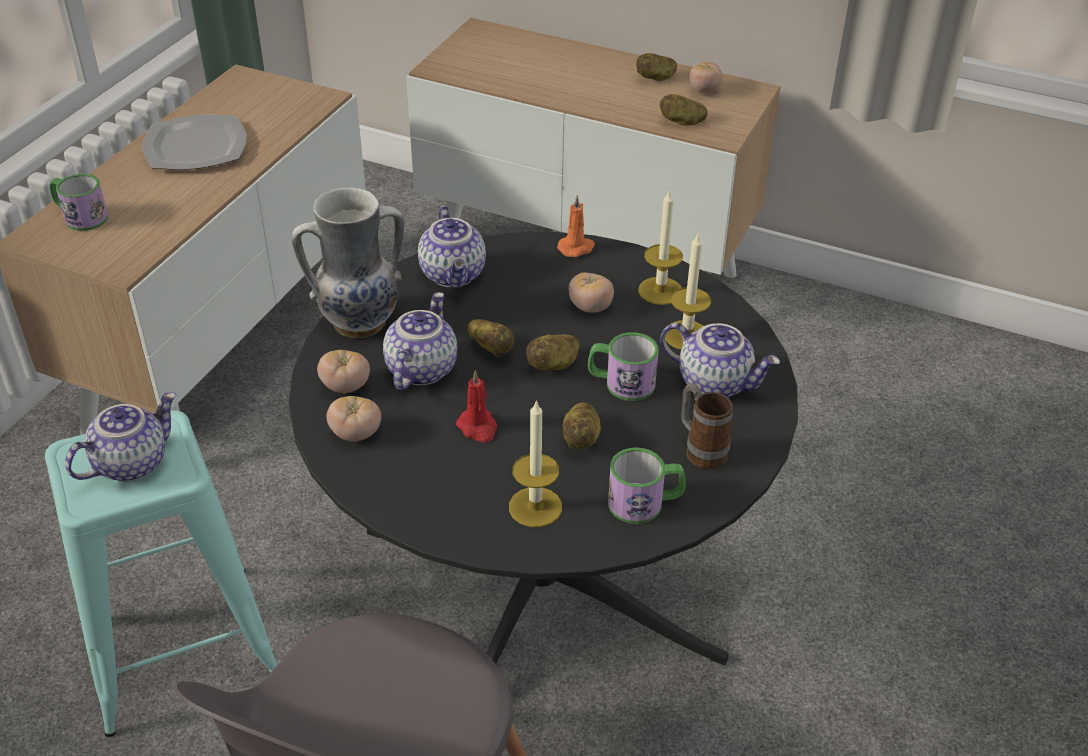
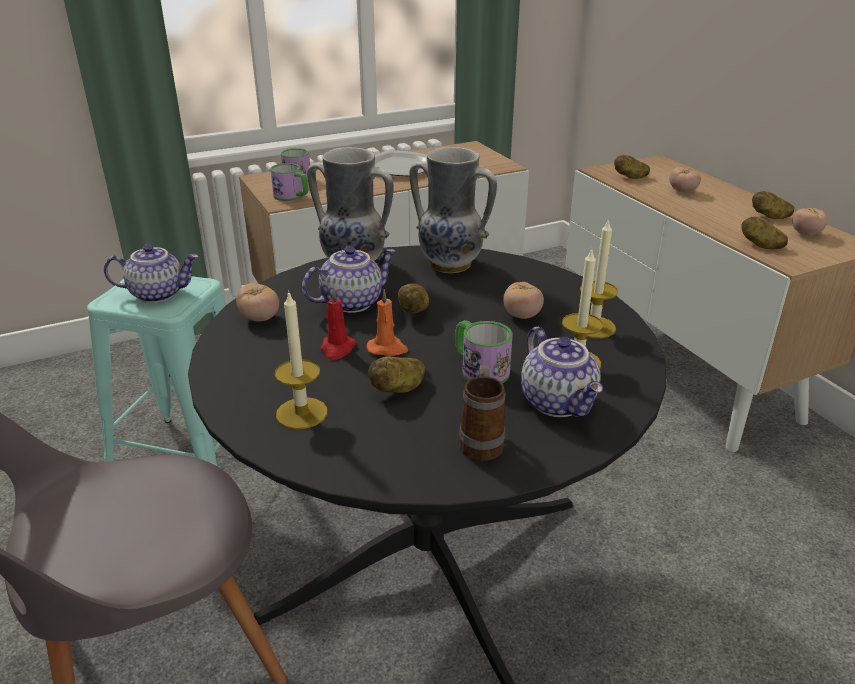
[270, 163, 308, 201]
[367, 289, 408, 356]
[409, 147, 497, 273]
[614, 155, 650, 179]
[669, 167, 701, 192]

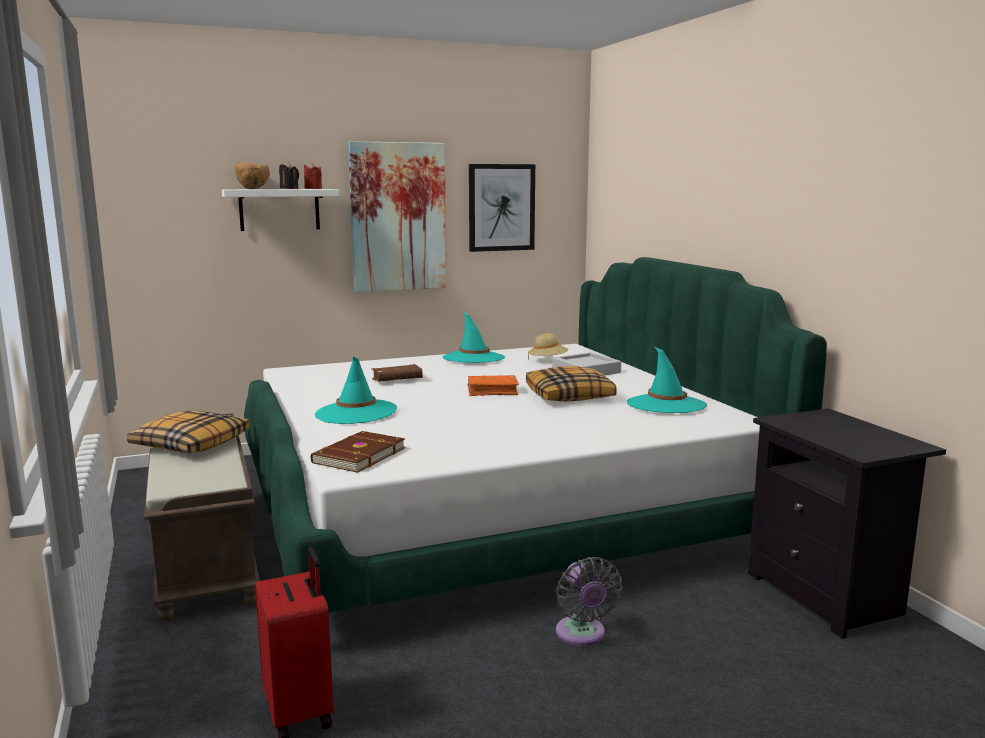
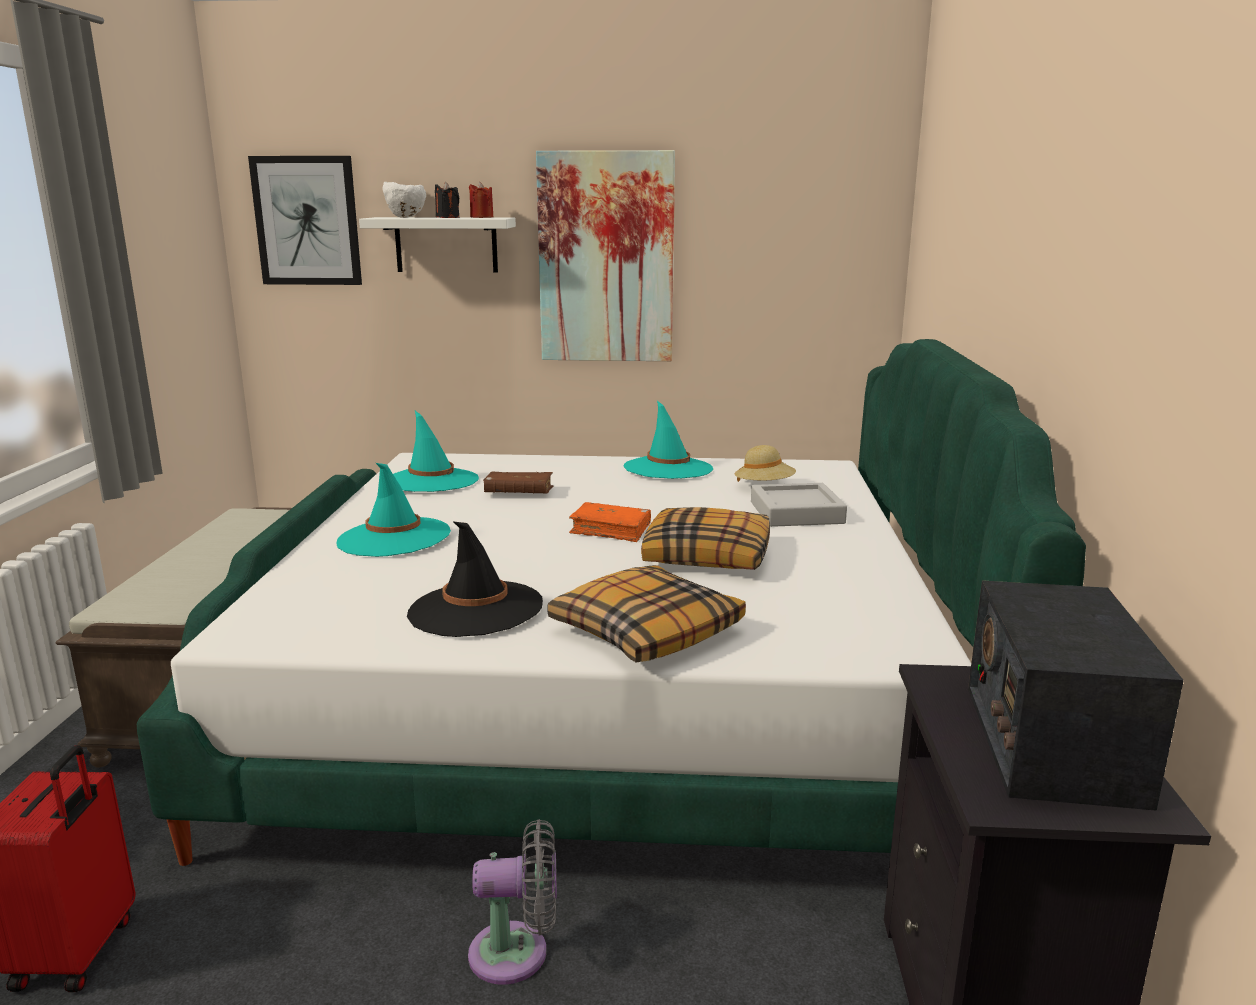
[248, 156, 362, 285]
[382, 182, 426, 217]
[393, 411, 479, 492]
[407, 521, 543, 637]
[468, 819, 557, 985]
[547, 565, 746, 662]
[968, 580, 1184, 811]
[311, 431, 405, 473] (first image)

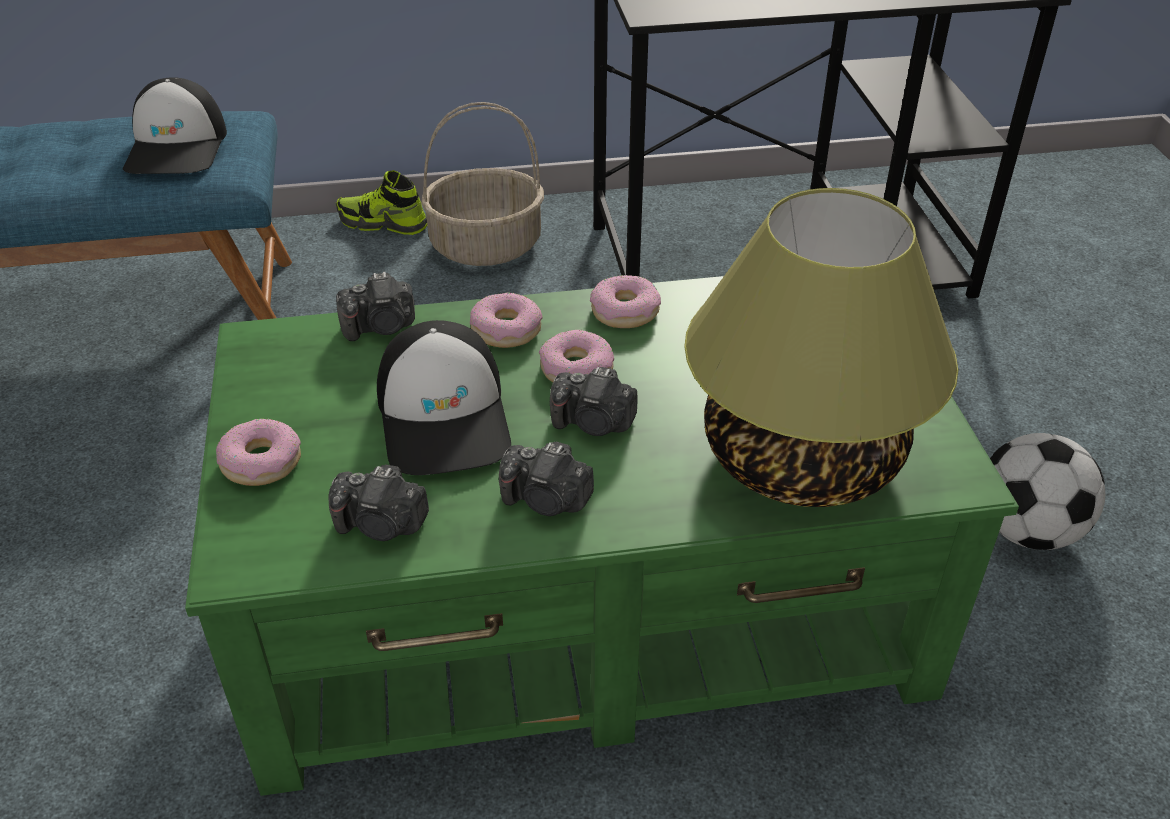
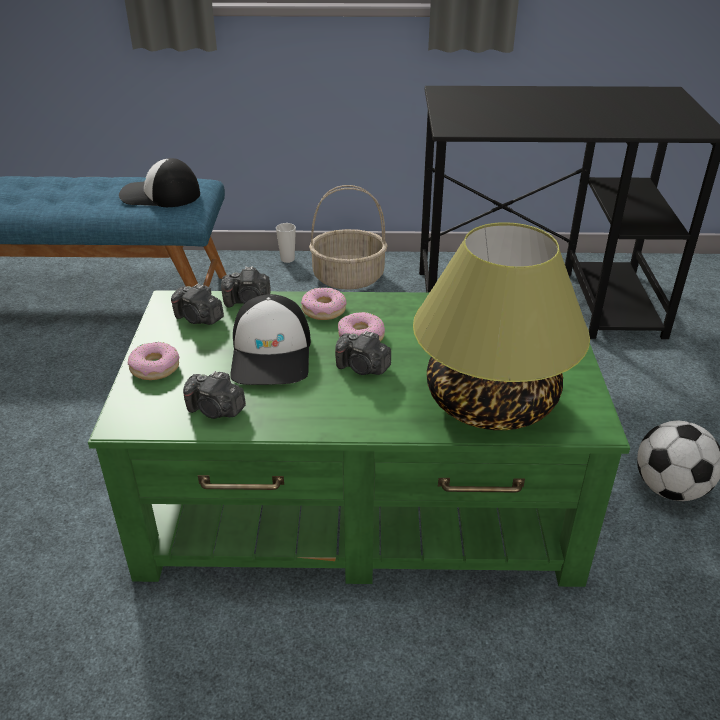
[119, 158, 200, 207]
[171, 283, 224, 325]
[276, 223, 296, 263]
[590, 275, 661, 328] (first image)

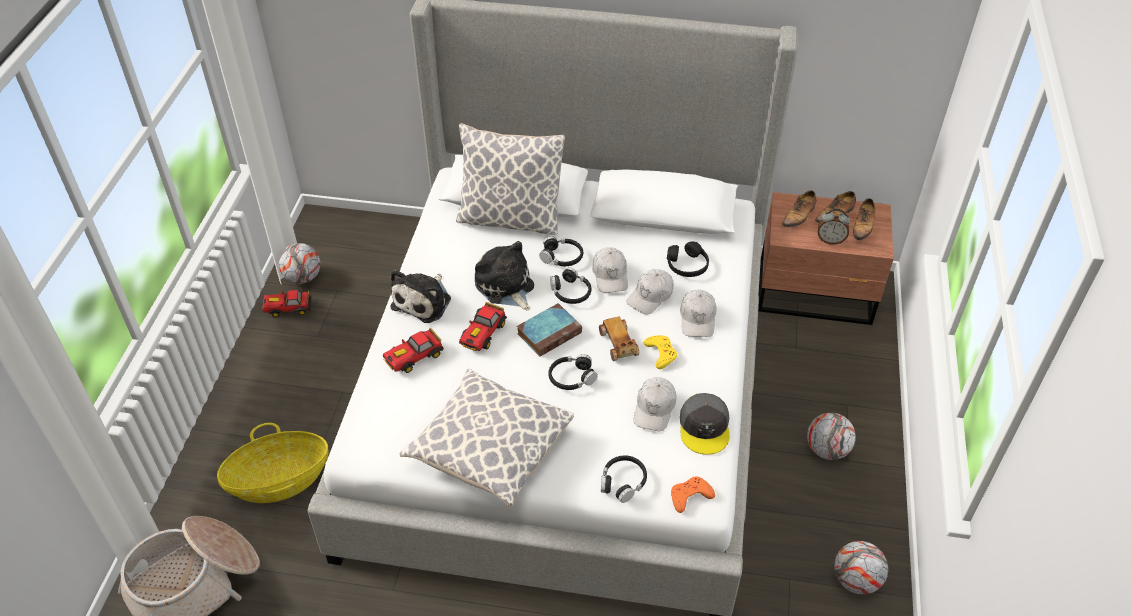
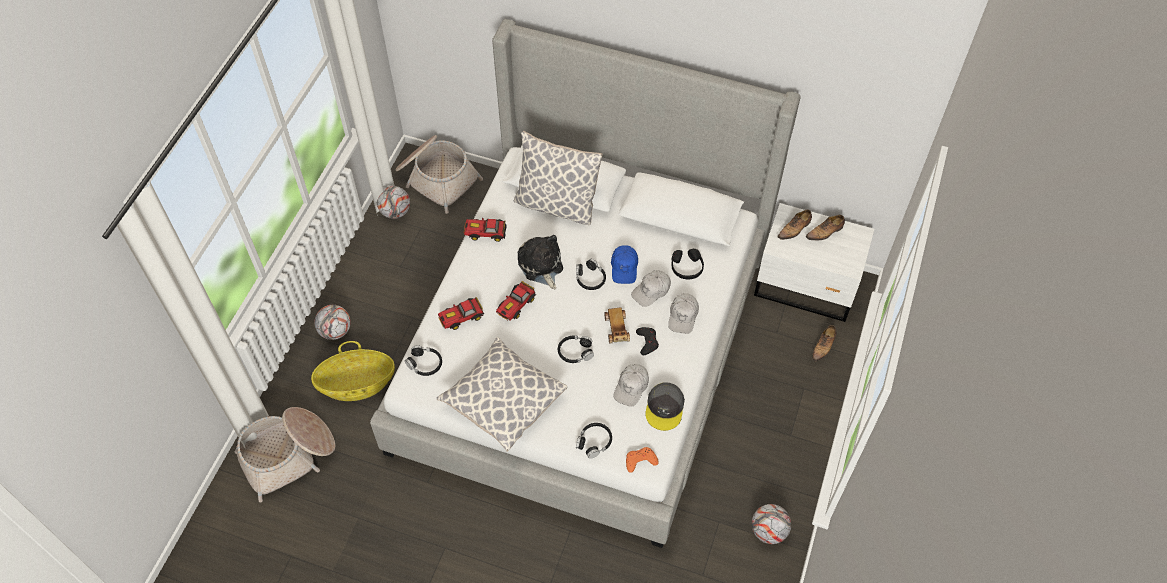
[314, 305, 351, 340]
[396, 135, 483, 214]
[405, 345, 442, 376]
[464, 218, 507, 242]
[611, 245, 638, 284]
[636, 327, 659, 355]
[754, 203, 875, 322]
[812, 325, 836, 362]
[391, 270, 451, 323] (first image)
[517, 303, 582, 357] (first image)
[818, 209, 850, 244] (first image)

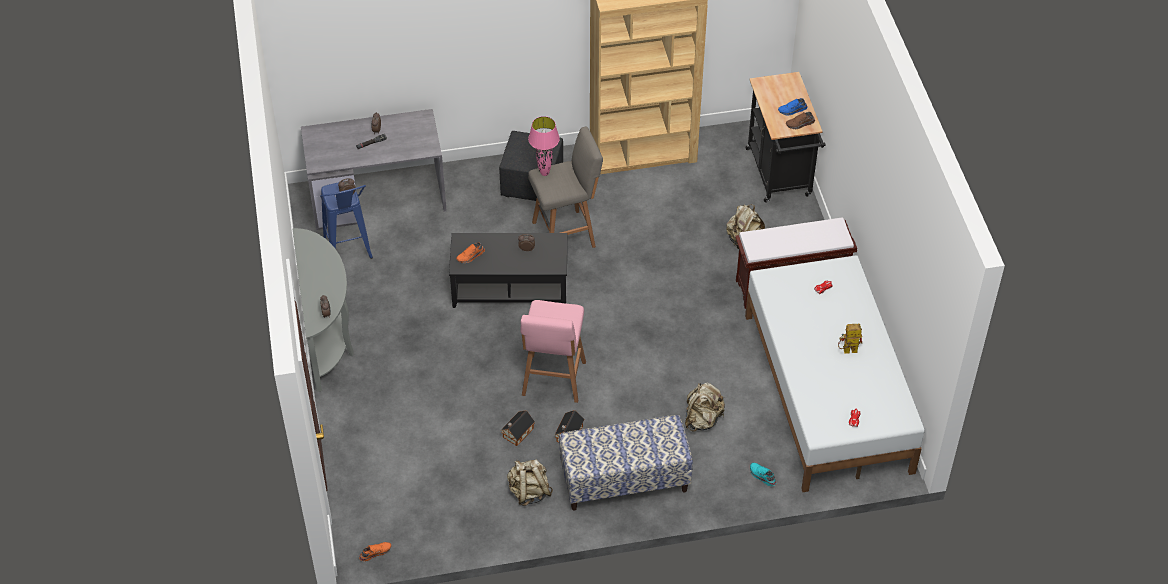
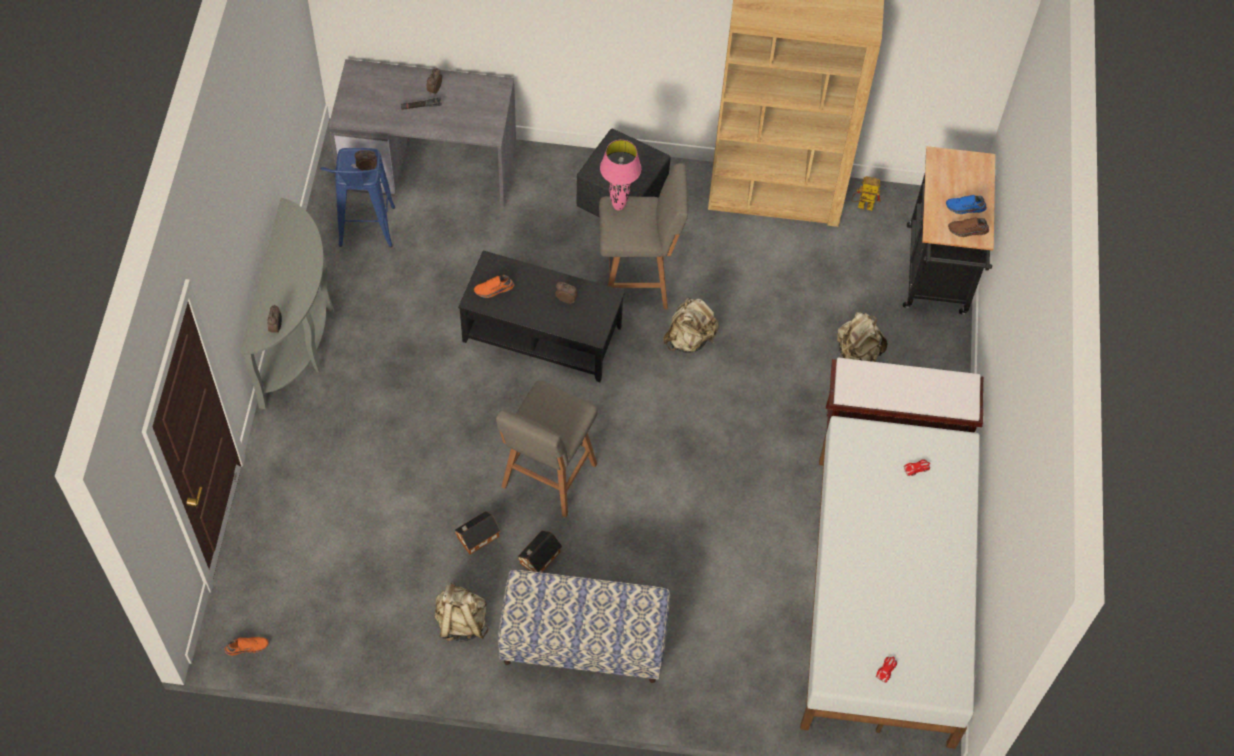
[496, 381, 598, 518]
[663, 297, 719, 353]
[851, 176, 881, 211]
[750, 463, 776, 486] (first image)

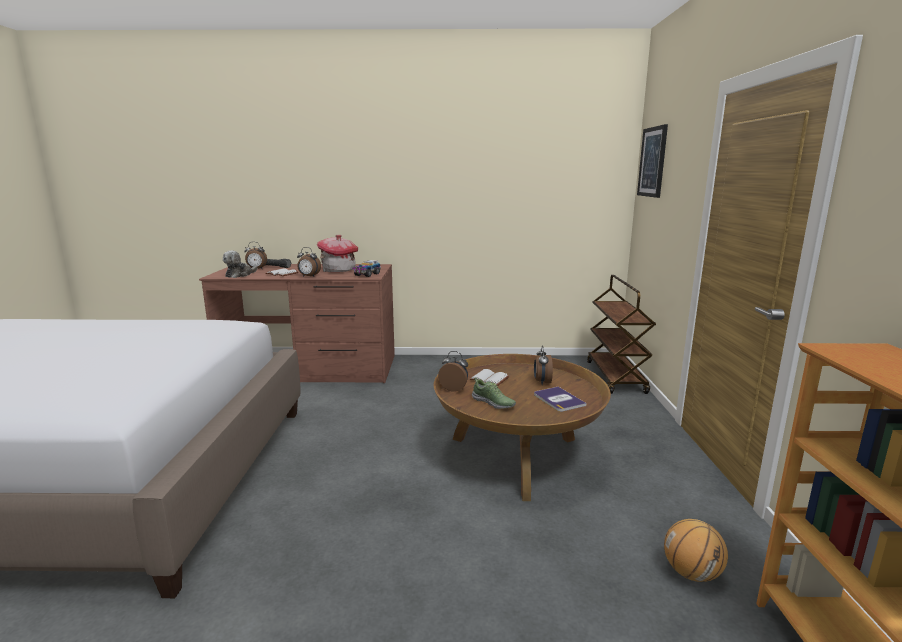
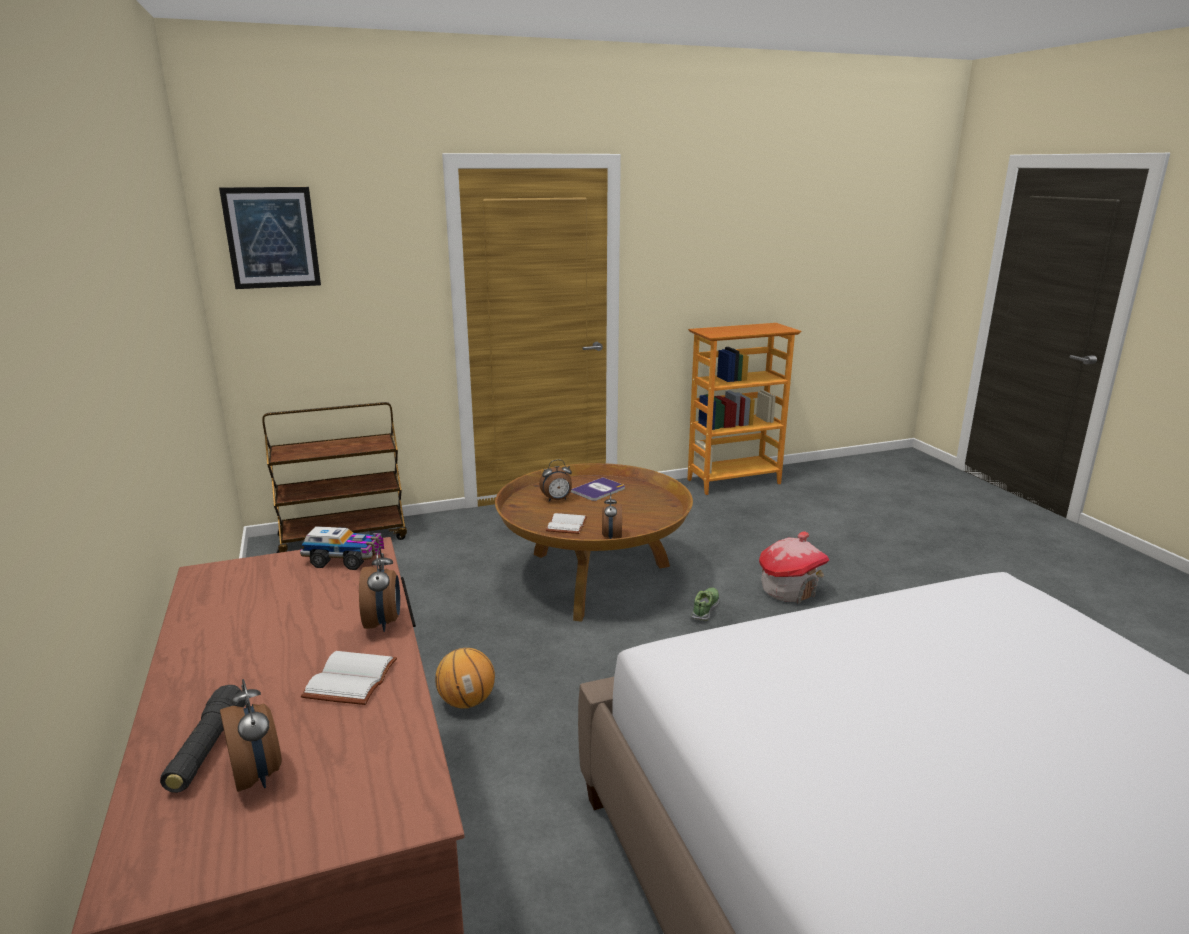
[435, 648, 495, 709]
[691, 587, 719, 621]
[759, 531, 829, 604]
[223, 250, 258, 278] (first image)

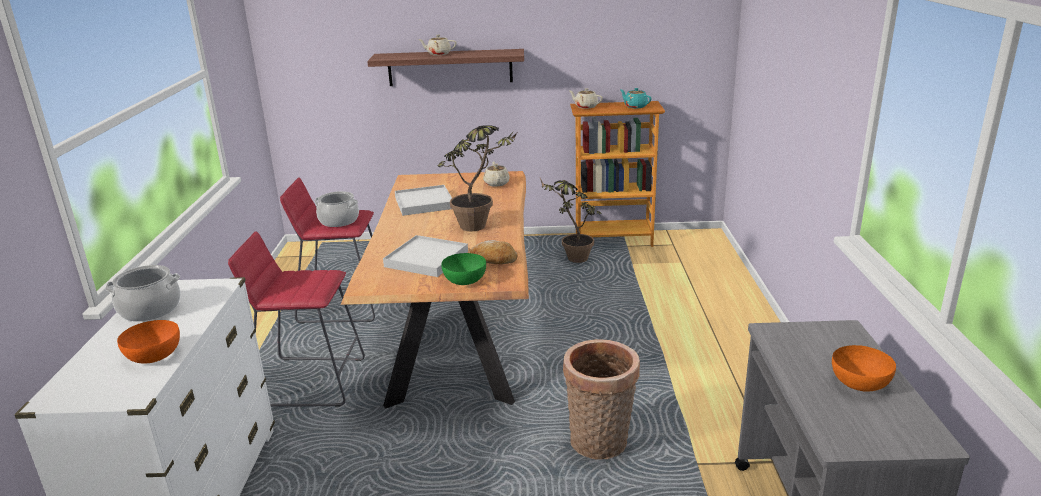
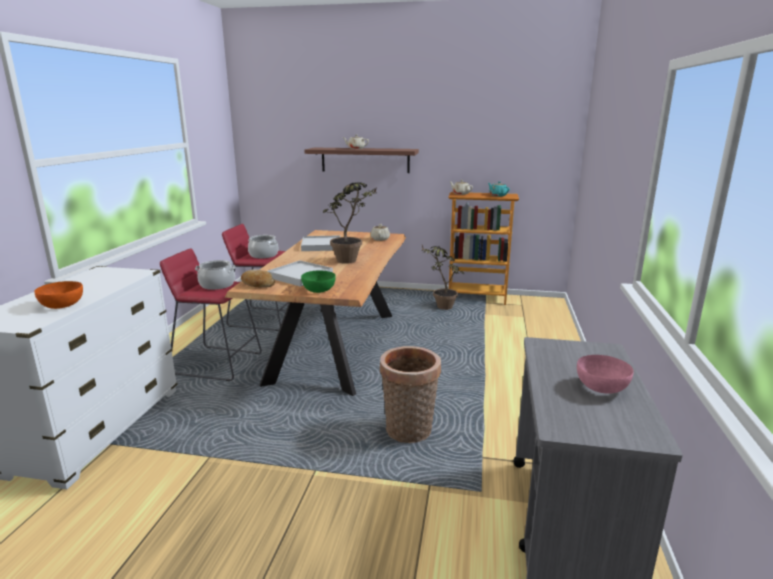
[195, 260, 236, 290]
[241, 269, 275, 288]
[577, 355, 634, 394]

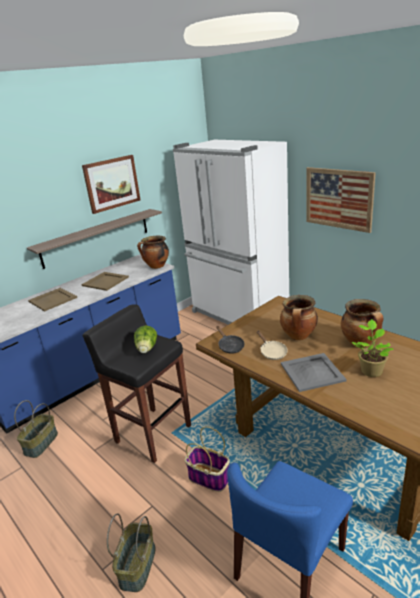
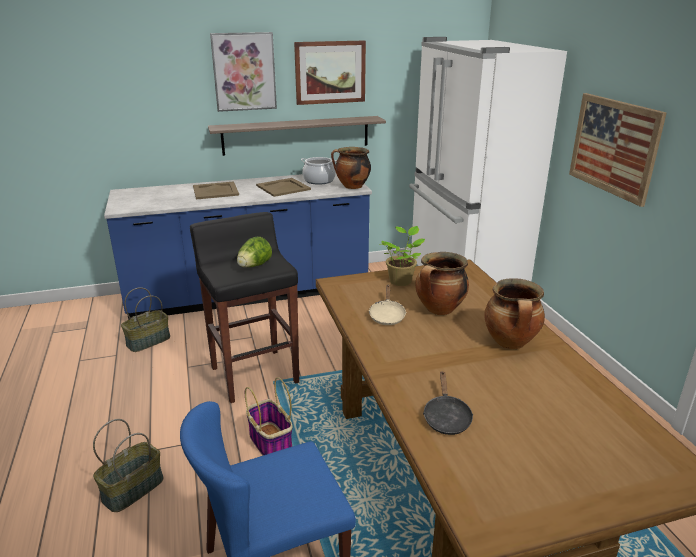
[210, 32, 277, 112]
[301, 157, 337, 185]
[380, 226, 425, 286]
[423, 371, 474, 435]
[281, 353, 347, 392] (first image)

